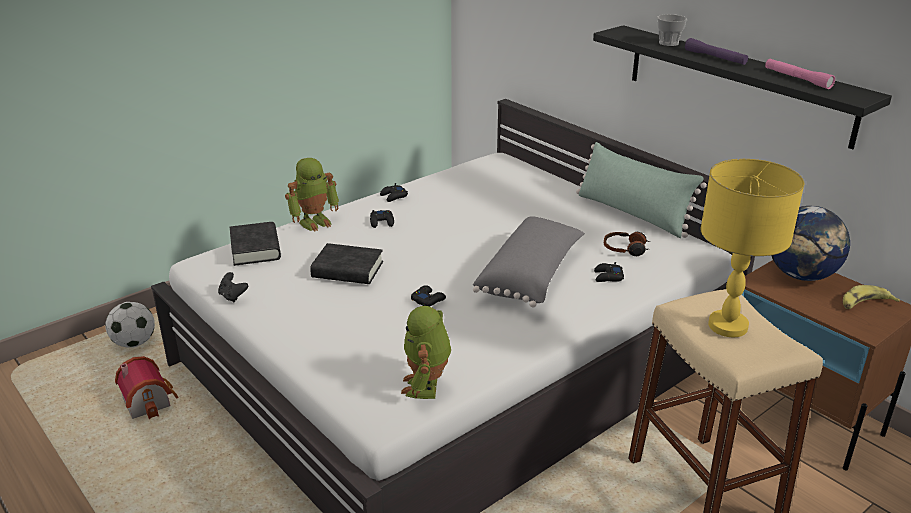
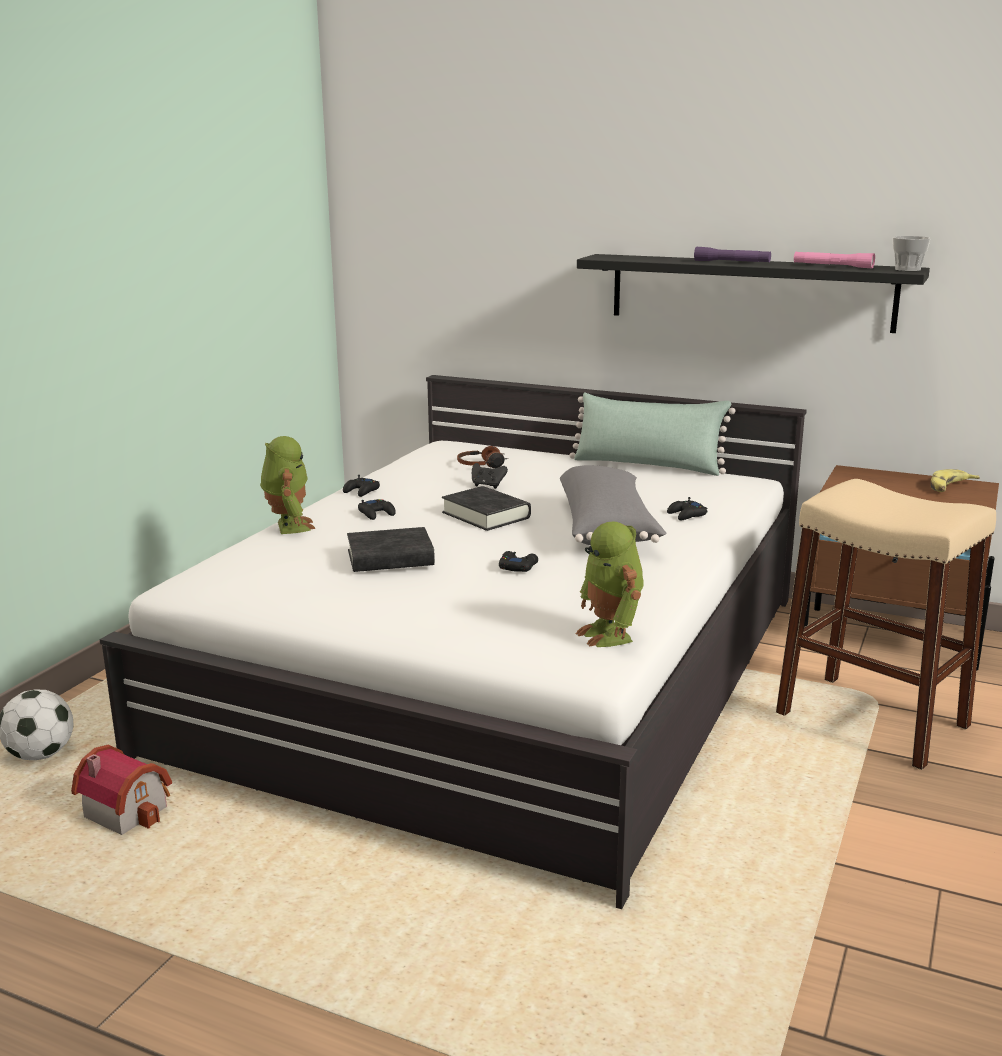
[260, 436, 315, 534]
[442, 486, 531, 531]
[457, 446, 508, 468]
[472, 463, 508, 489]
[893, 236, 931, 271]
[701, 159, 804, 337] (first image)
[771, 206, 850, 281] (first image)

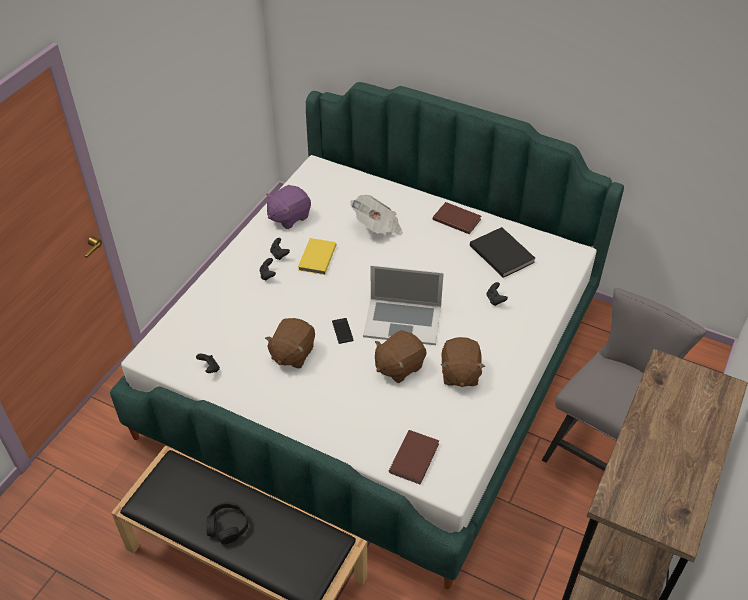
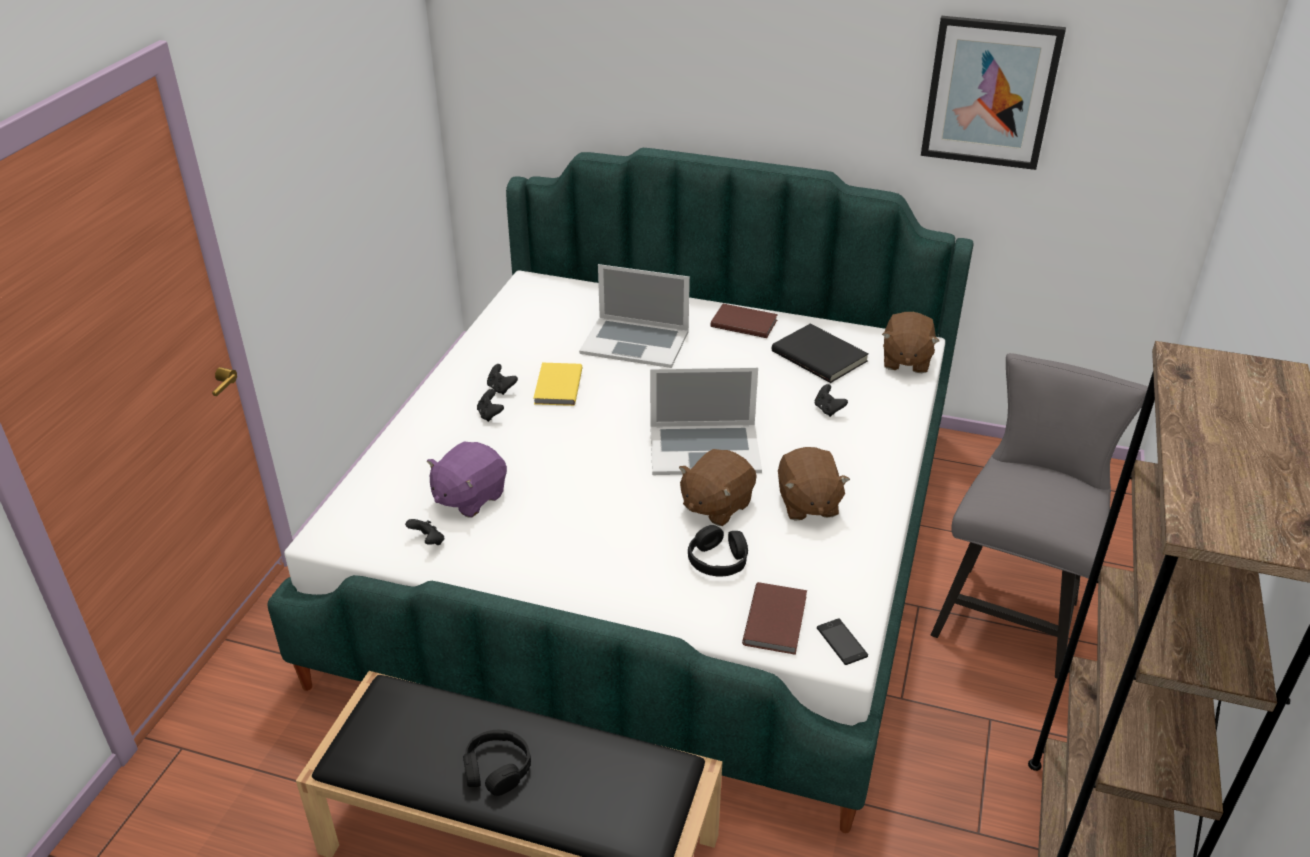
[427, 442, 507, 518]
[579, 264, 690, 368]
[688, 525, 748, 577]
[817, 619, 868, 665]
[882, 312, 939, 373]
[921, 16, 1066, 170]

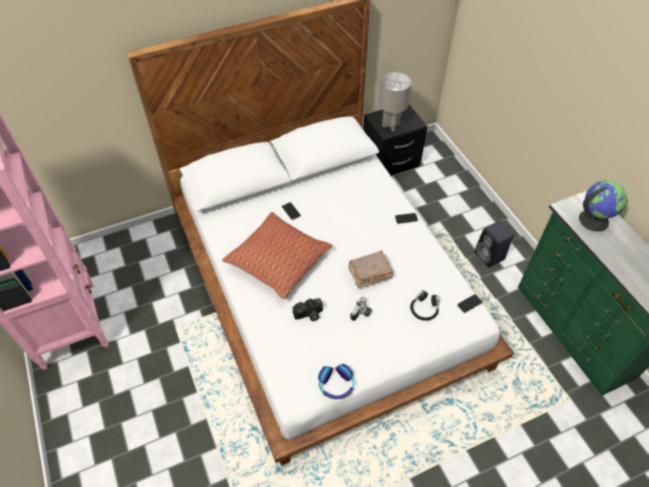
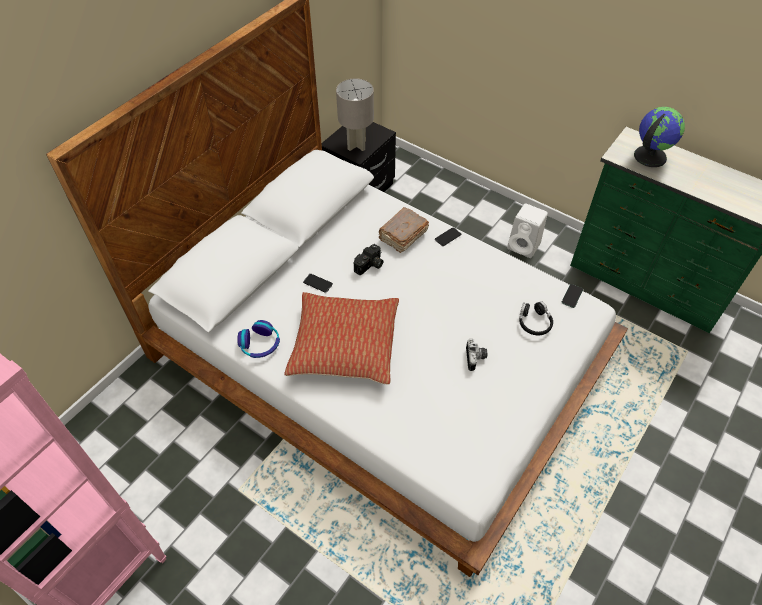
[237, 320, 280, 358]
[354, 244, 384, 275]
[379, 207, 429, 253]
[507, 203, 548, 258]

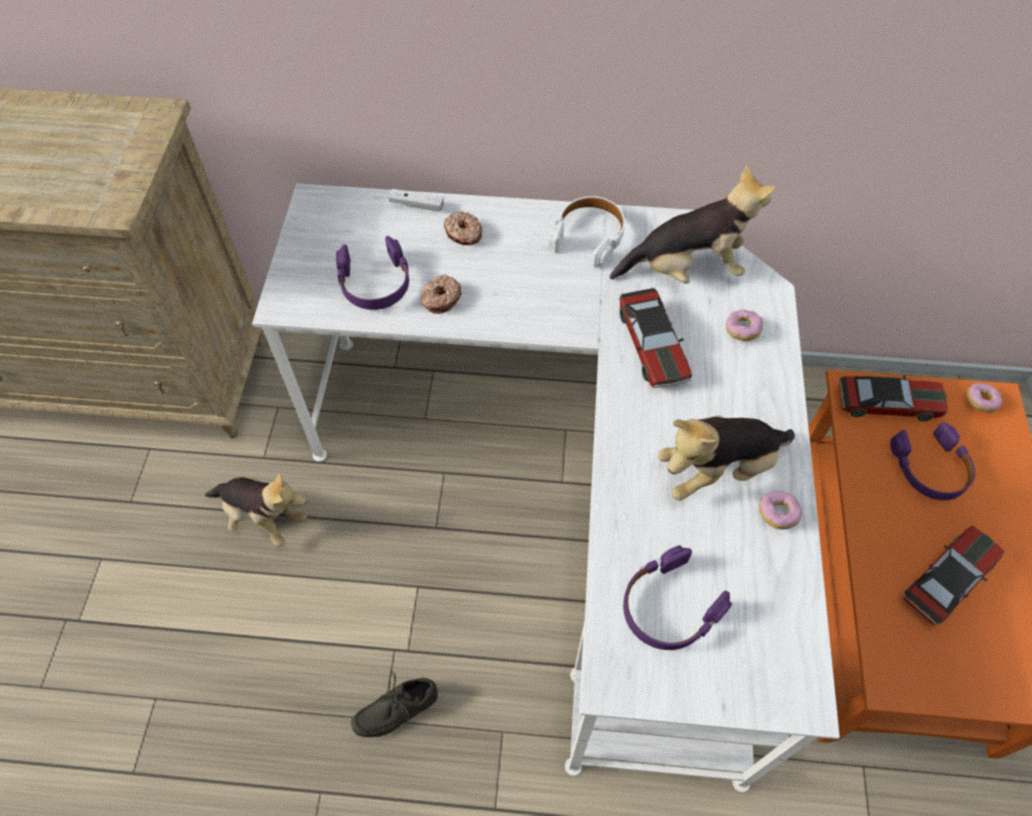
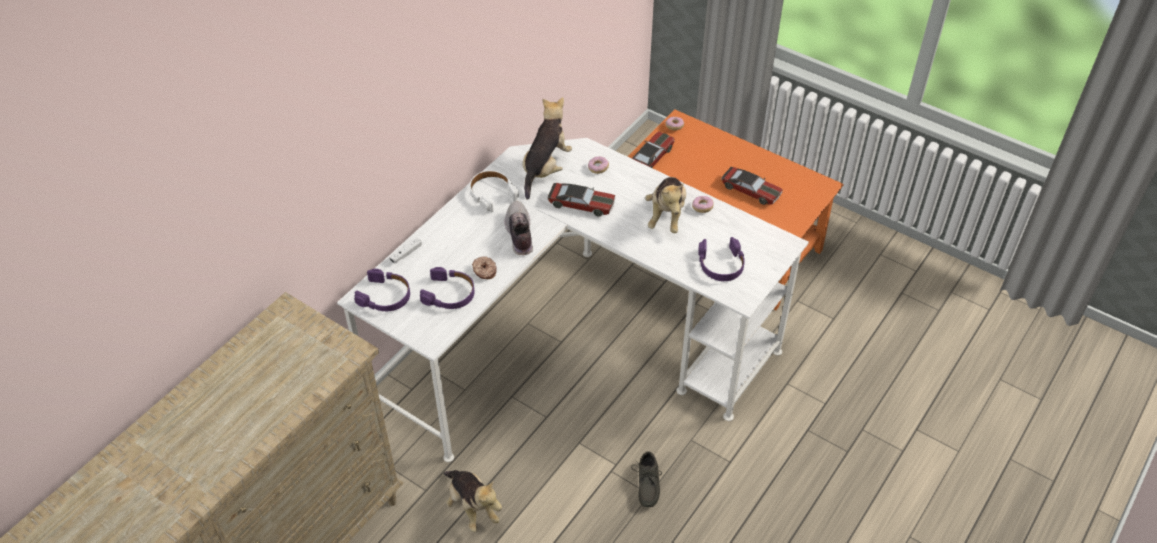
[354, 269, 410, 311]
[443, 470, 502, 532]
[504, 201, 533, 255]
[721, 167, 783, 205]
[444, 211, 482, 245] (first image)

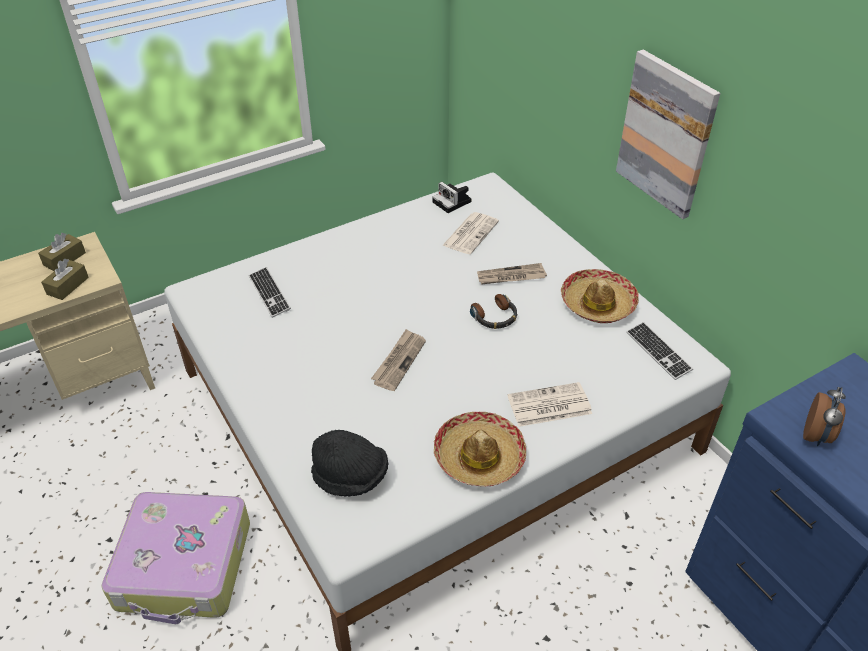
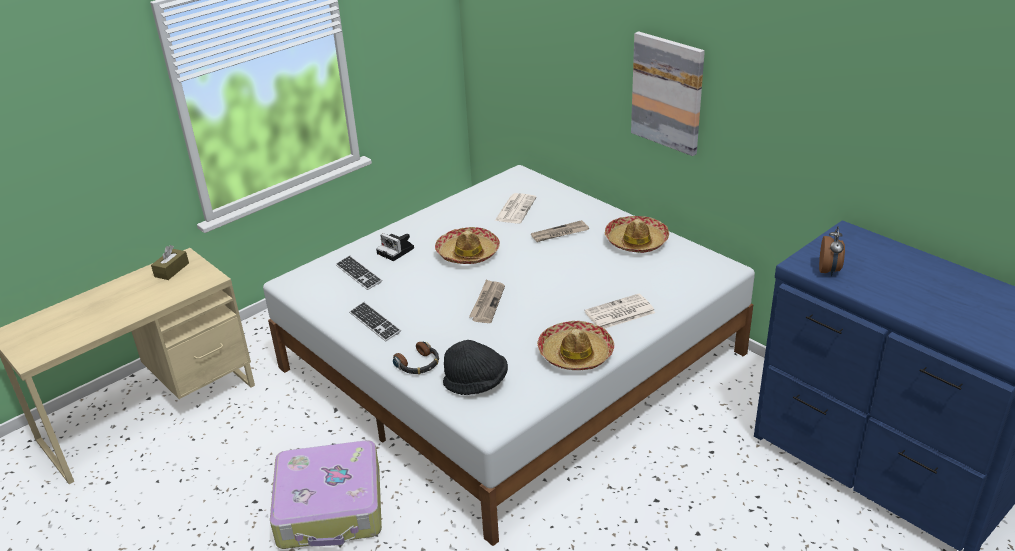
[349, 302, 401, 342]
[376, 233, 414, 261]
[393, 341, 439, 374]
[435, 227, 500, 264]
[41, 259, 89, 300] (first image)

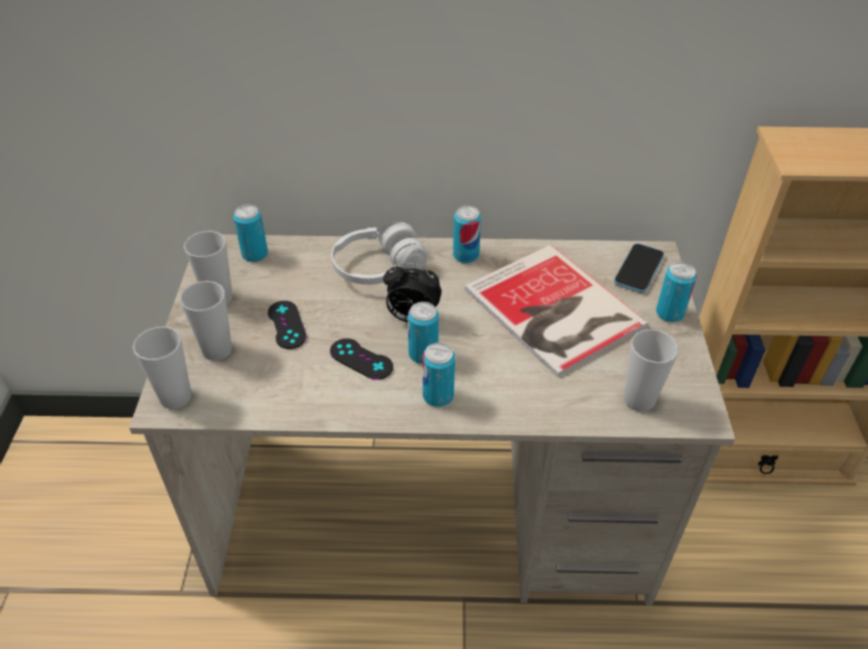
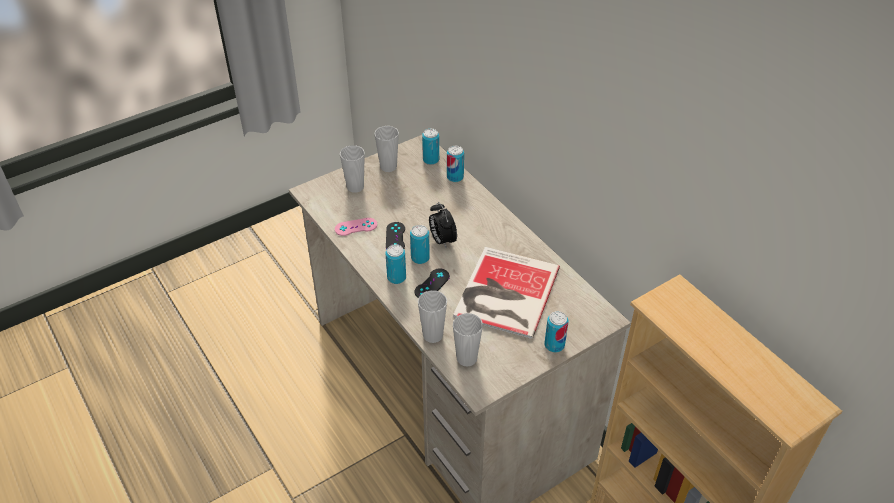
[335, 218, 377, 236]
[415, 268, 450, 298]
[418, 290, 447, 343]
[447, 146, 464, 182]
[331, 222, 427, 285] (first image)
[614, 243, 664, 293] (first image)

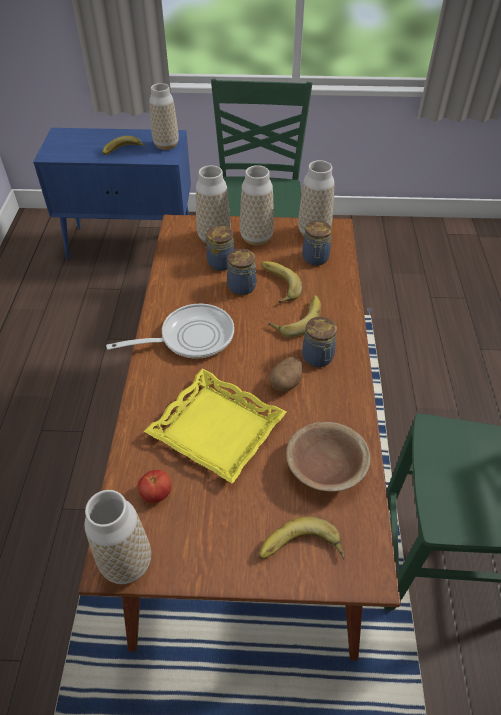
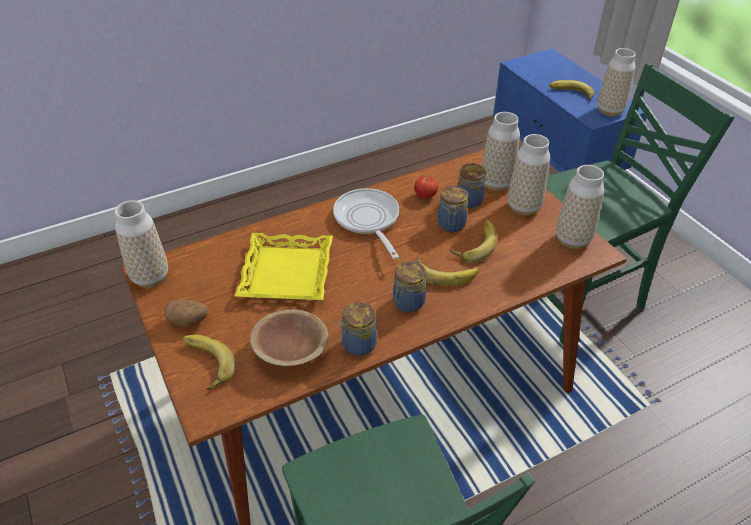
[164, 300, 208, 327]
[333, 188, 399, 259]
[339, 302, 377, 356]
[414, 177, 438, 199]

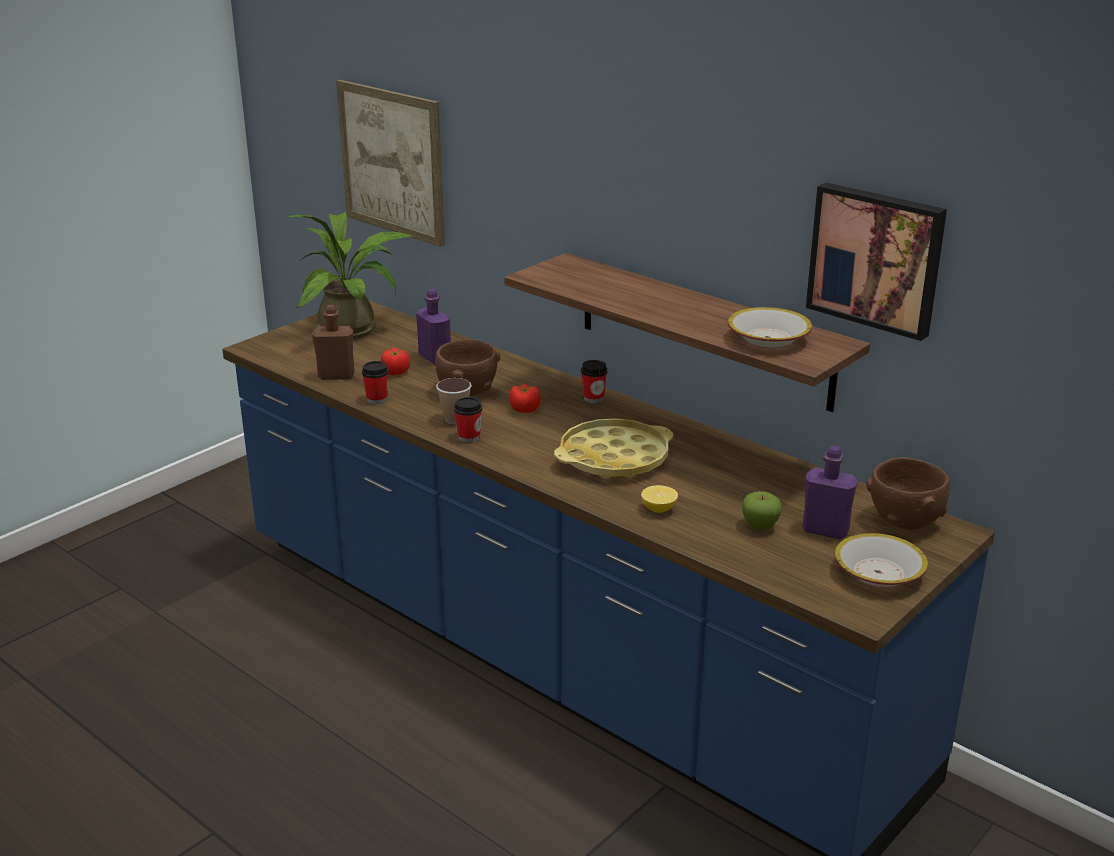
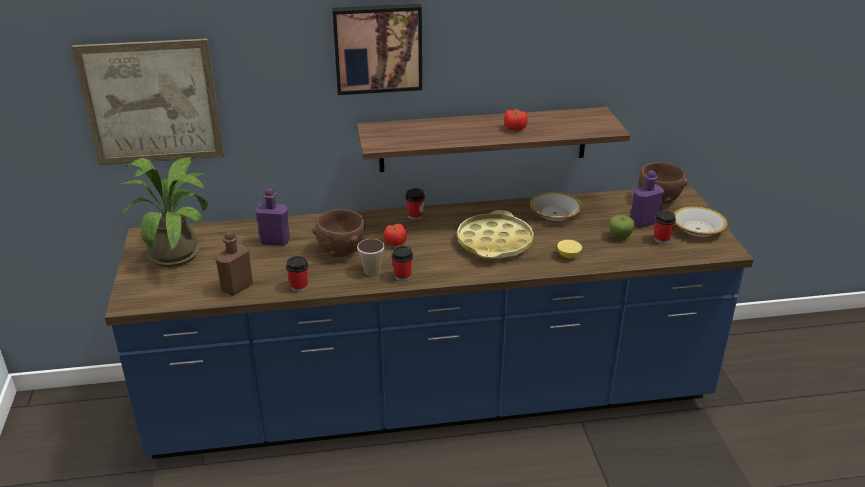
[332, 4, 422, 95]
[504, 109, 528, 131]
[530, 192, 582, 221]
[654, 211, 676, 244]

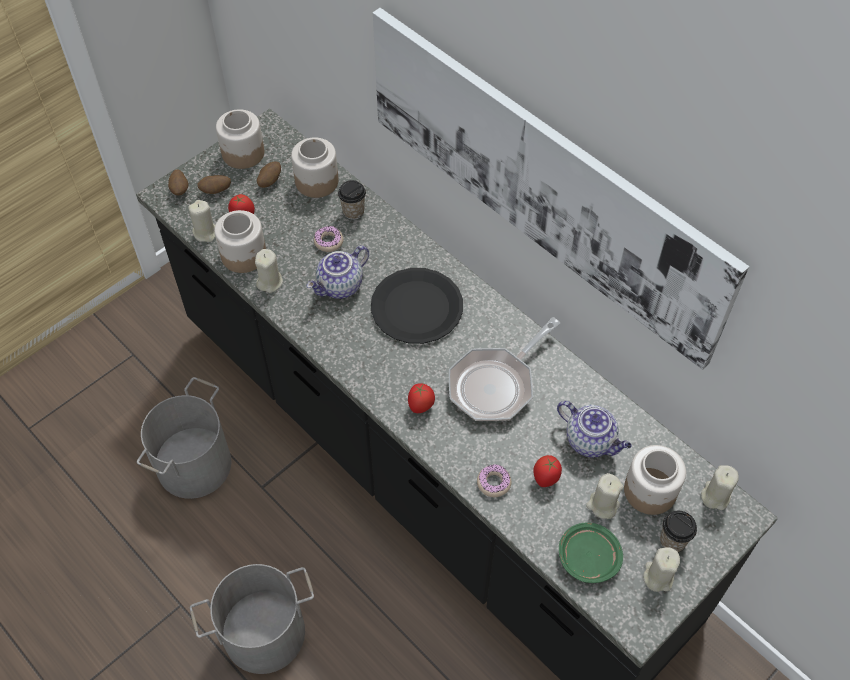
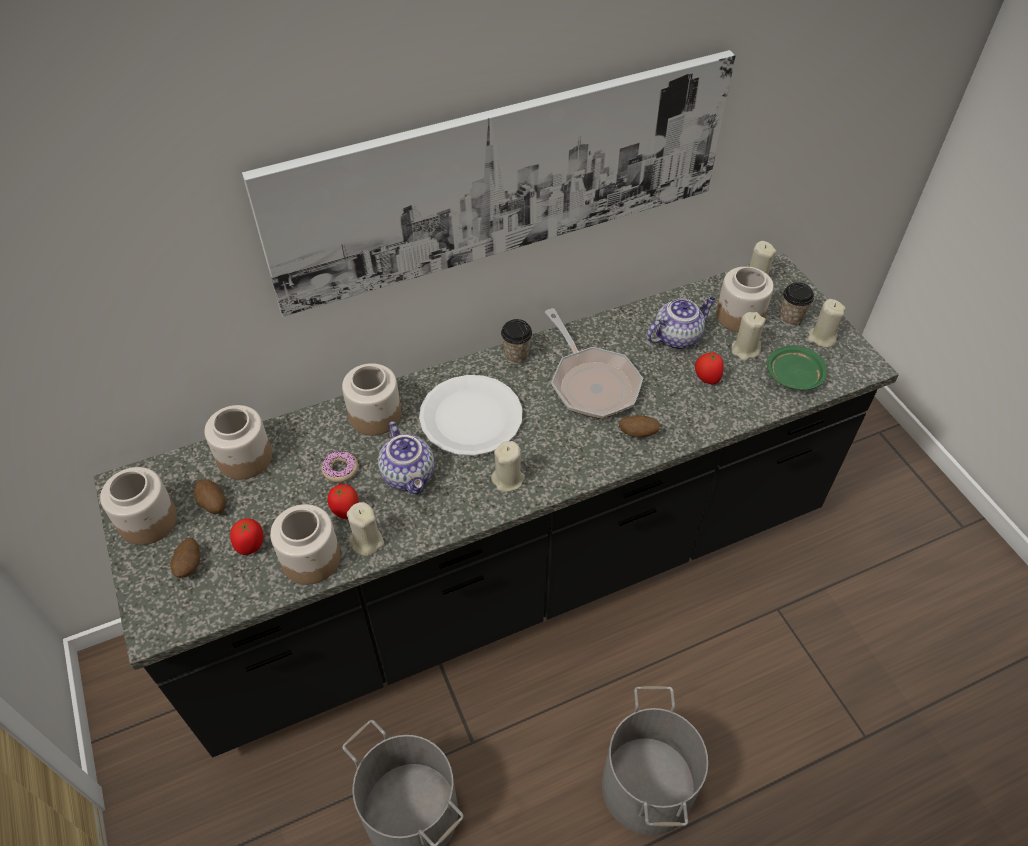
[328, 484, 359, 519]
[342, 363, 401, 436]
[419, 375, 523, 456]
[491, 441, 525, 492]
[501, 319, 532, 364]
[619, 415, 660, 438]
[477, 464, 511, 497] (first image)

